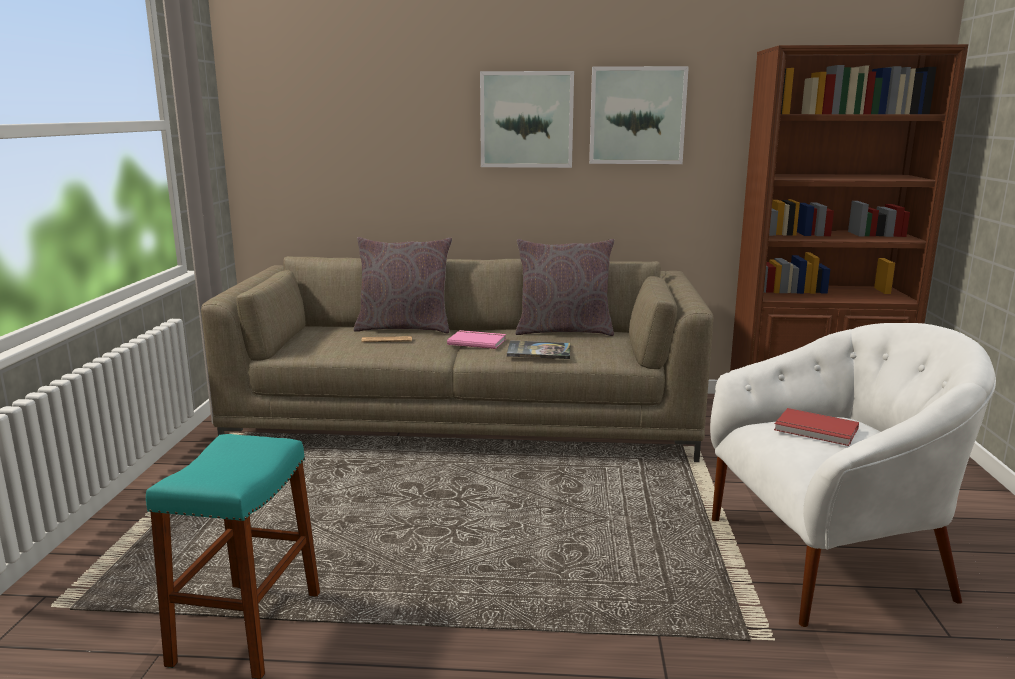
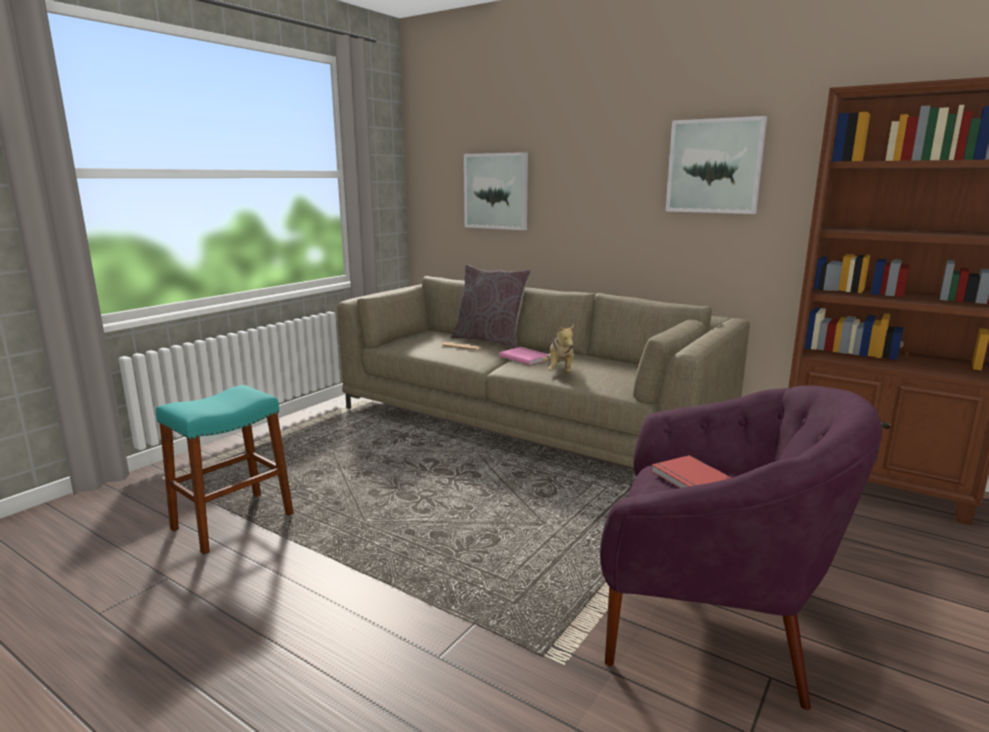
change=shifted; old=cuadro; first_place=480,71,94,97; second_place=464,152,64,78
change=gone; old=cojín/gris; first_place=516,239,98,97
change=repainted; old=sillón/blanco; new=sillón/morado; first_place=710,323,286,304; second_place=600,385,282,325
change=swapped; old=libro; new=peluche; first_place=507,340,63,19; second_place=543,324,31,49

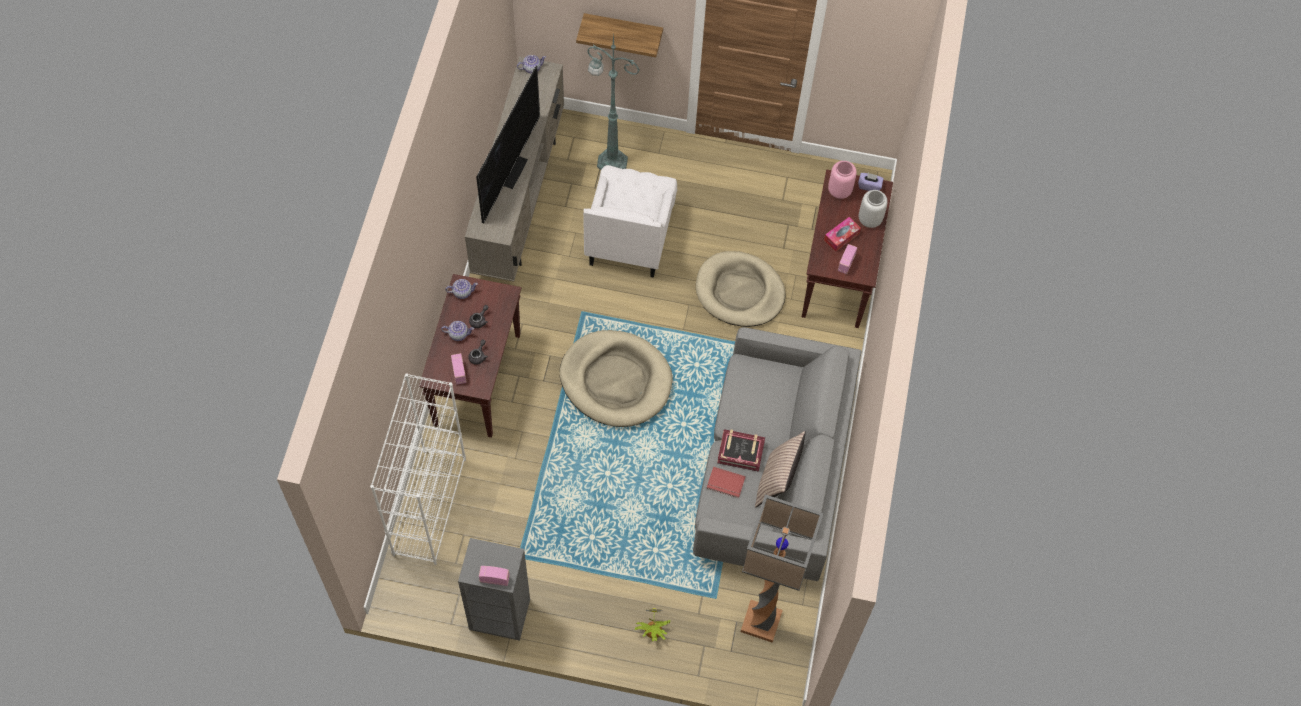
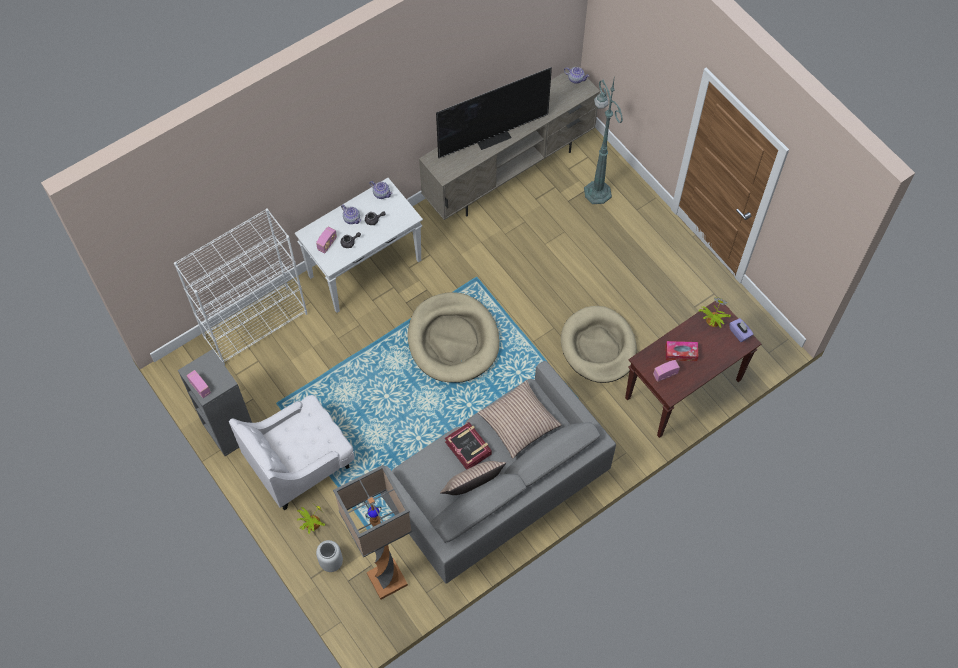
change=gone; old=estante; first_place=576,13,87,44
change=swapped; old=florero/rosa; new=planta en maceta; first_place=828,161,29,38; second_place=699,297,32,31
change=shifted; old=sillón/blanco; first_place=583,165,94,113; second_place=229,395,126,116
change=shifted; old=florero/gris; first_place=859,190,29,38; second_place=316,540,27,32
change=repainted; old=mesa consola/marrón; new=mesa consola/blanco; first_place=419,274,102,164; second_place=295,178,128,135
change=gone; old=libro/rojo; first_place=706,467,40,31
change=new; new=cojín; second_place=477,380,85,79

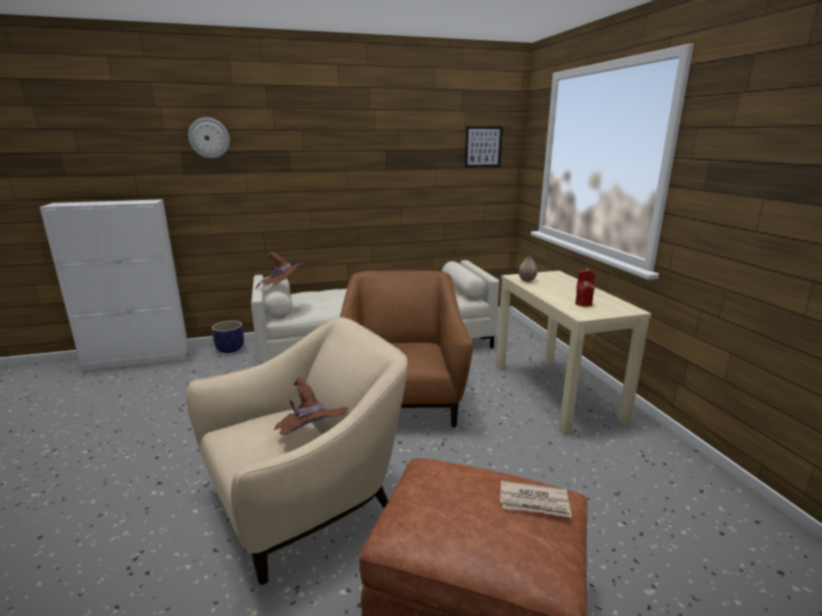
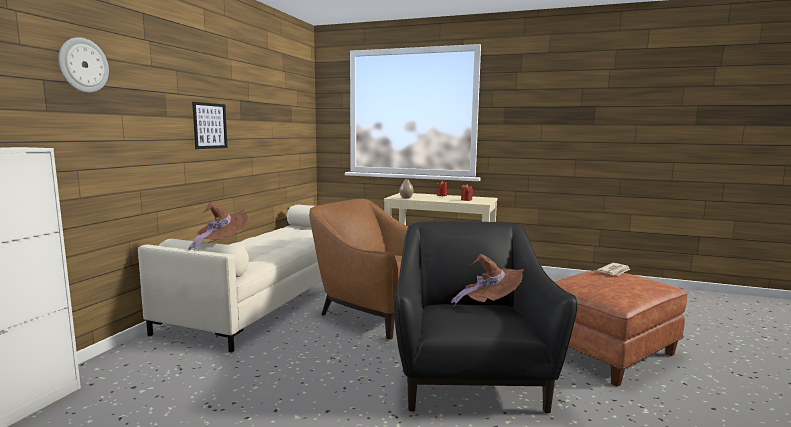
change=shifted; old=cuadro; first_place=465,126,38,42; second_place=192,102,36,47
change=repainted; old=sillón/beis; new=sillón/negro; first_place=186,317,222,268; second_place=394,221,184,192
change=gone; old=maceta; first_place=212,320,32,33

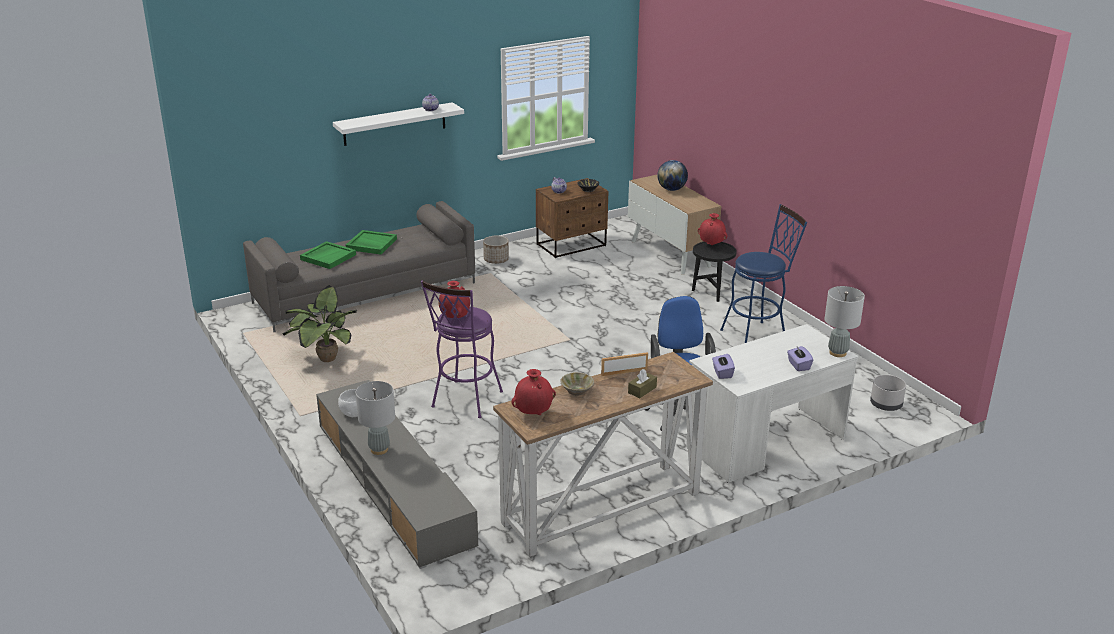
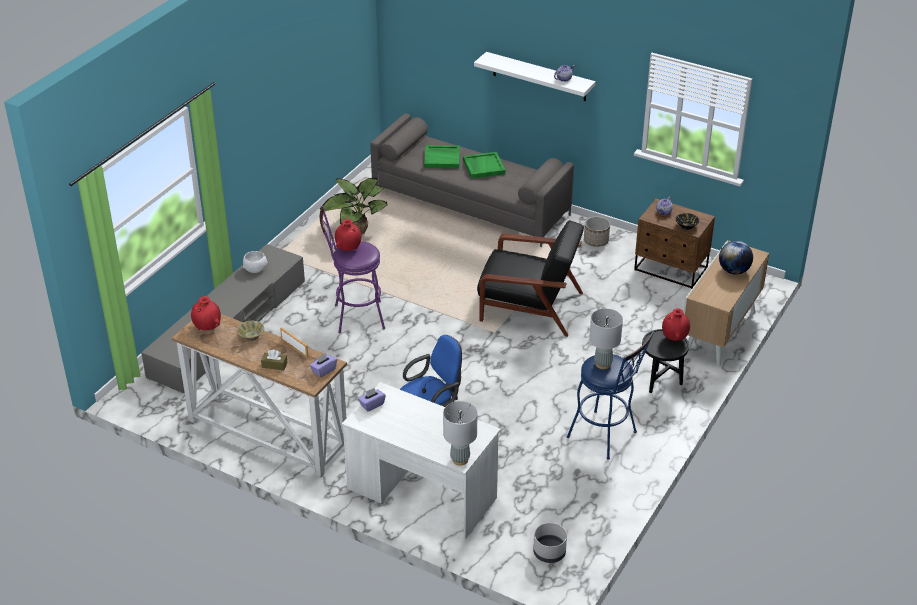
change=shifted; old=caja de pañuelos/morado; first_place=787,346,26,25; second_place=310,353,27,24
change=shifted; old=lámpara de mesa/gris; first_place=356,381,39,74; second_place=589,309,34,60
change=new; new=sillón/negro; second_place=477,220,107,117

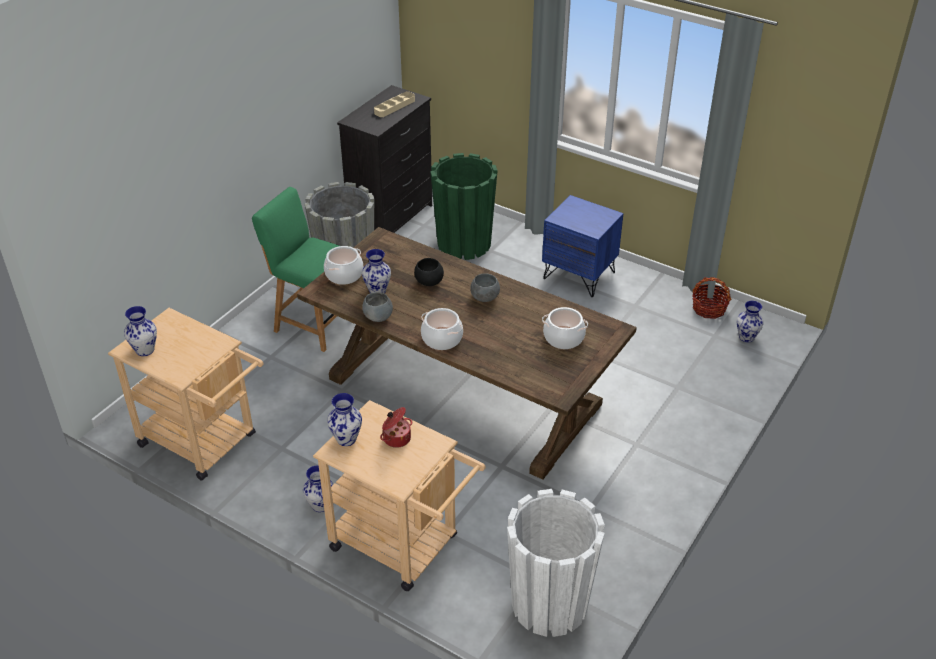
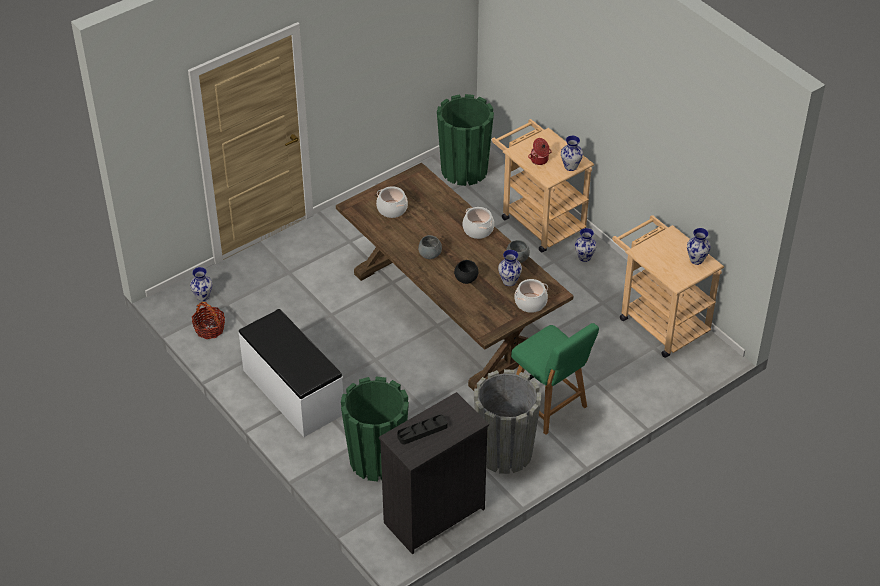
change=repainted; old=bandeja/beis; new=bandeja/negro; first_place=374,91,41,26; second_place=397,415,51,29
change=swapped; old=mesita de noche/azul; new=banco/blanco; first_place=542,195,82,102; second_place=239,309,104,128
change=repainted; old=maceta/blanco; new=maceta/verde; first_place=507,489,98,148; second_place=437,94,57,92

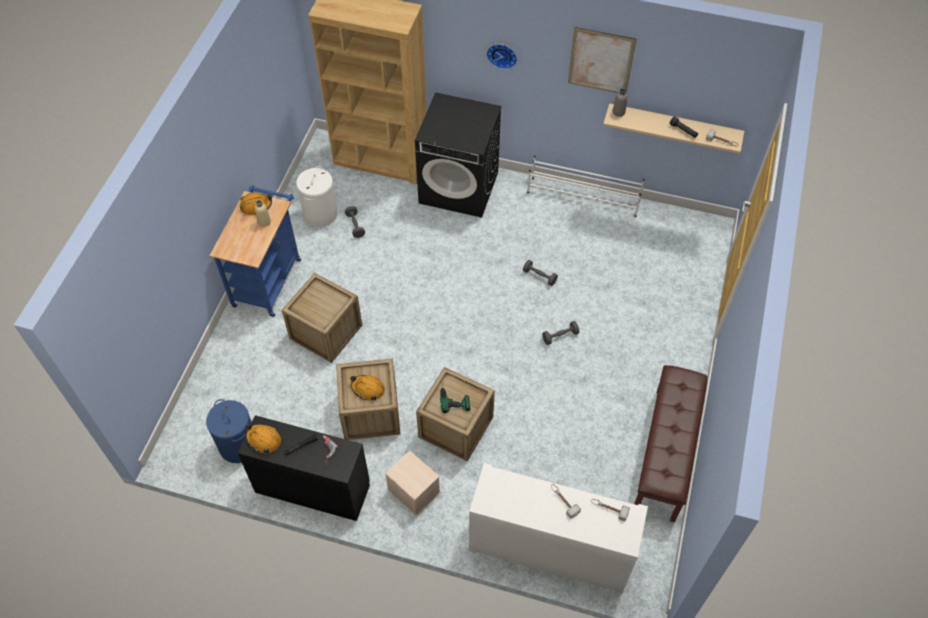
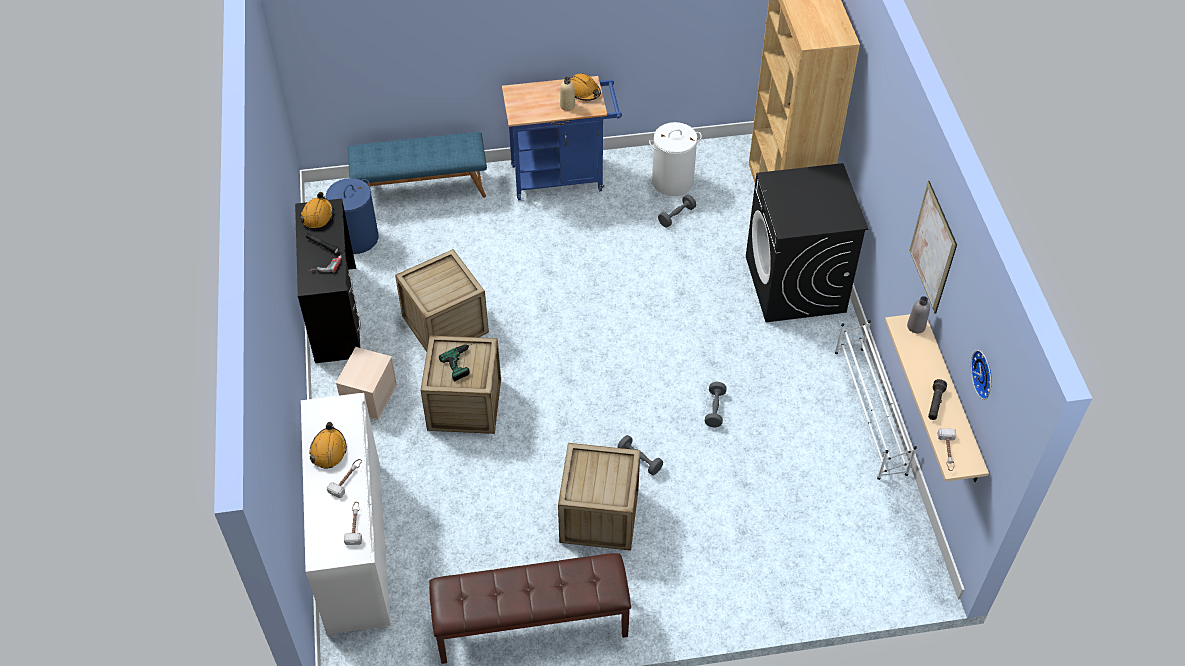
change=shifted; old=reloj de pared; first_place=486,44,31,25; second_place=971,350,21,50
change=shifted; old=caja de embalaje; first_place=282,273,80,90; second_place=558,443,82,108
change=shifted; old=casco/naranja; first_place=350,375,35,25; second_place=309,422,38,47
change=new; new=banco/azul; second_place=348,132,139,65

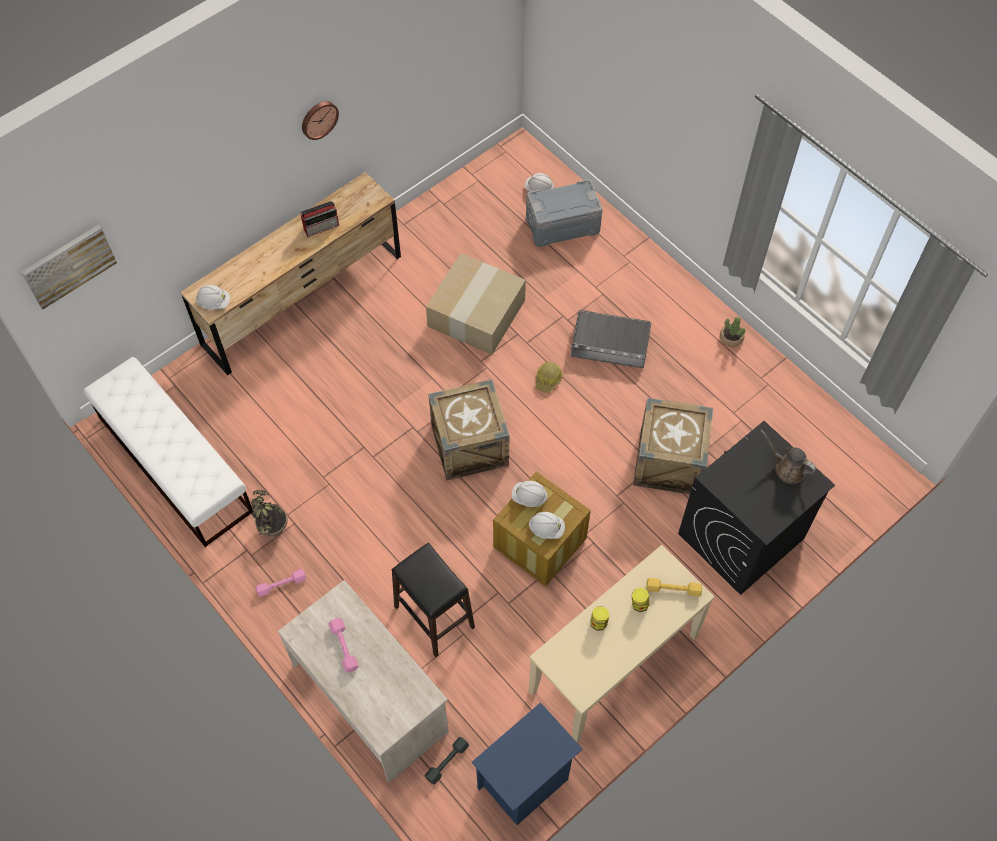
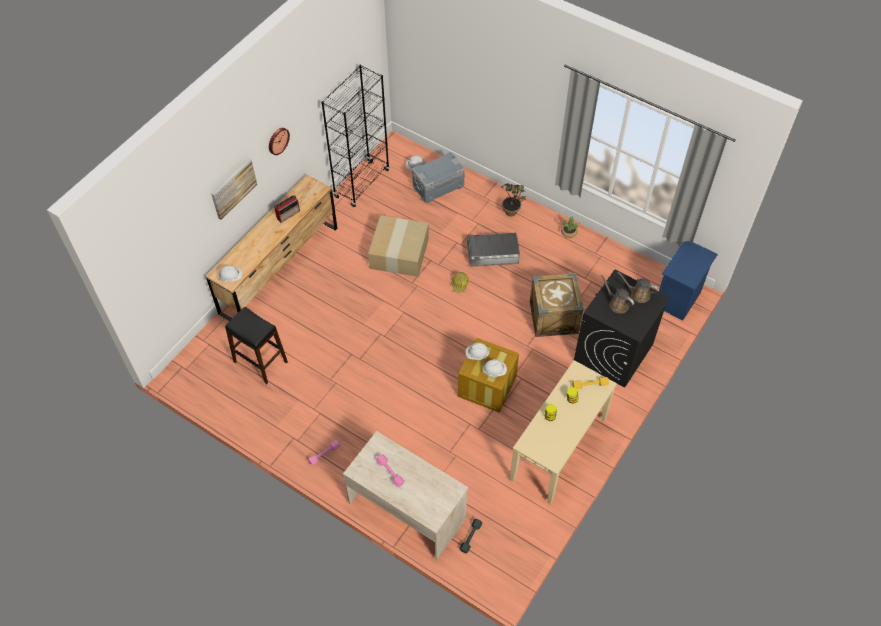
change=shifted; old=cuadro; first_place=21,224,96,85; second_place=211,158,46,62
change=gone; old=banco/blanco; first_place=84,357,169,190
change=gone; old=caja de embalaje; first_place=428,379,81,101
change=shifted; old=planta en maceta; first_place=251,490,37,47; second_place=501,184,25,33
change=shifted; old=taburete/negro; first_place=392,543,83,114; second_place=225,307,63,77
change=shifted; old=mesita de noche/azul; first_place=471,702,112,123; second_place=659,241,59,79
change=new; new=estantería/negro; second_place=321,64,69,143
change=new; new=regadera/marrón; second_place=601,275,33,38

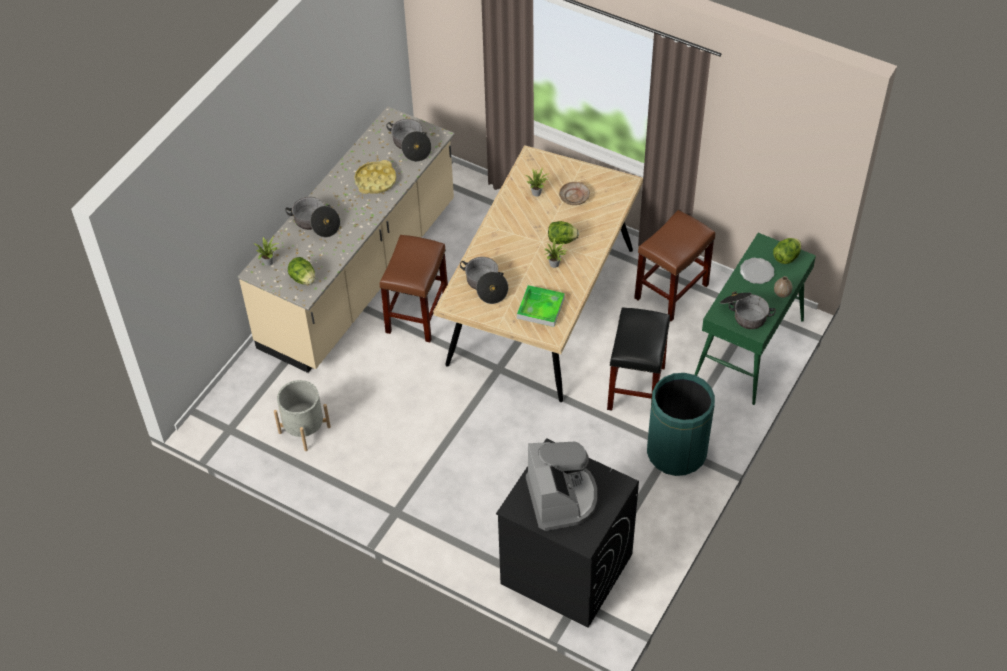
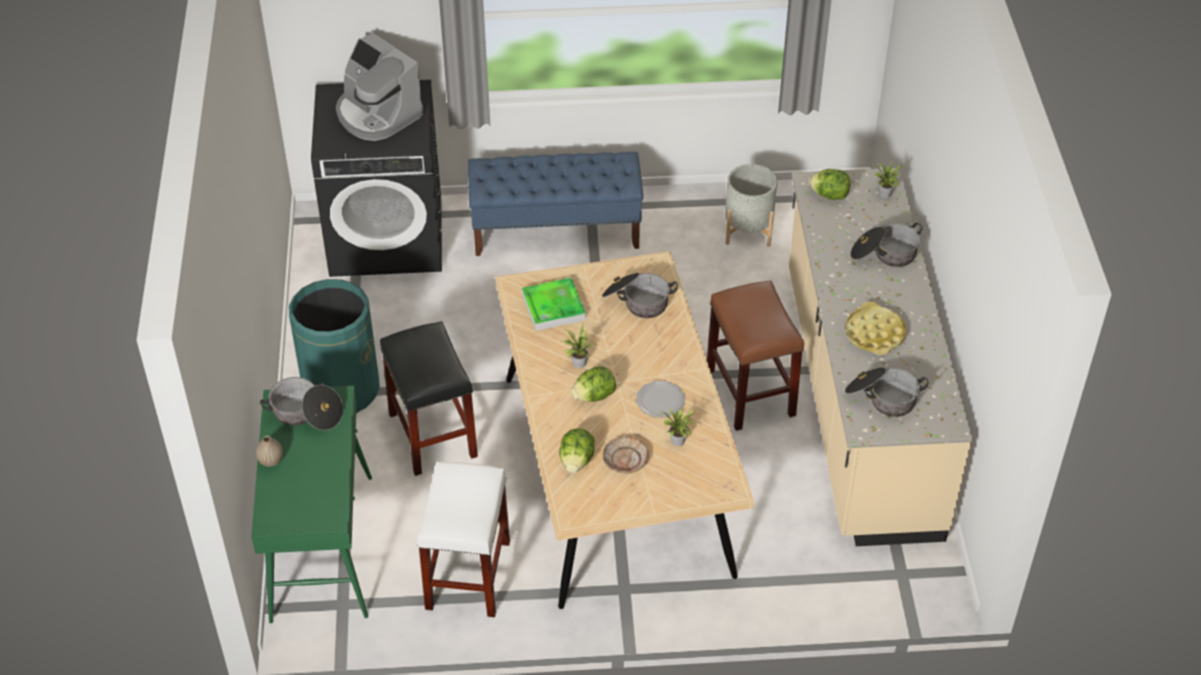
change=repainted; old=taburete/marrón; new=taburete/blanco; first_place=634,210,81,111; second_place=417,462,93,155
change=shifted; old=lechuga; first_place=773,238,28,26; second_place=559,428,36,44
change=shifted; old=plato; first_place=740,258,34,26; second_place=636,381,49,37
change=new; new=banco/azul; second_place=468,152,175,104

